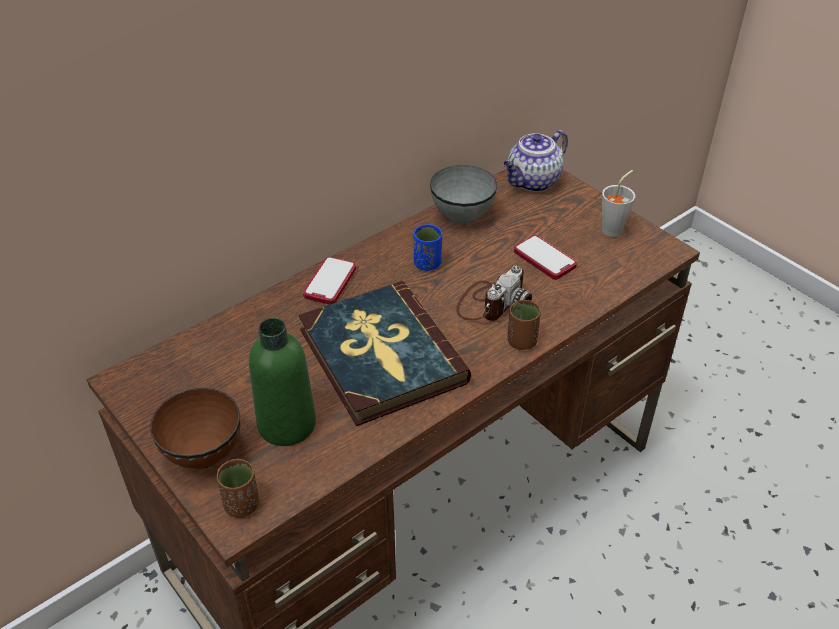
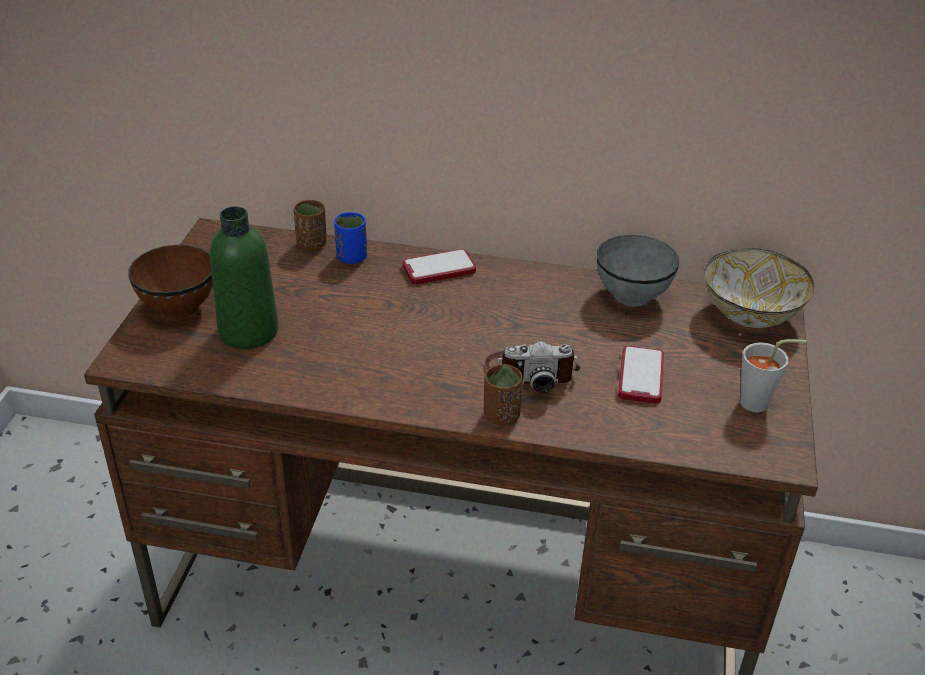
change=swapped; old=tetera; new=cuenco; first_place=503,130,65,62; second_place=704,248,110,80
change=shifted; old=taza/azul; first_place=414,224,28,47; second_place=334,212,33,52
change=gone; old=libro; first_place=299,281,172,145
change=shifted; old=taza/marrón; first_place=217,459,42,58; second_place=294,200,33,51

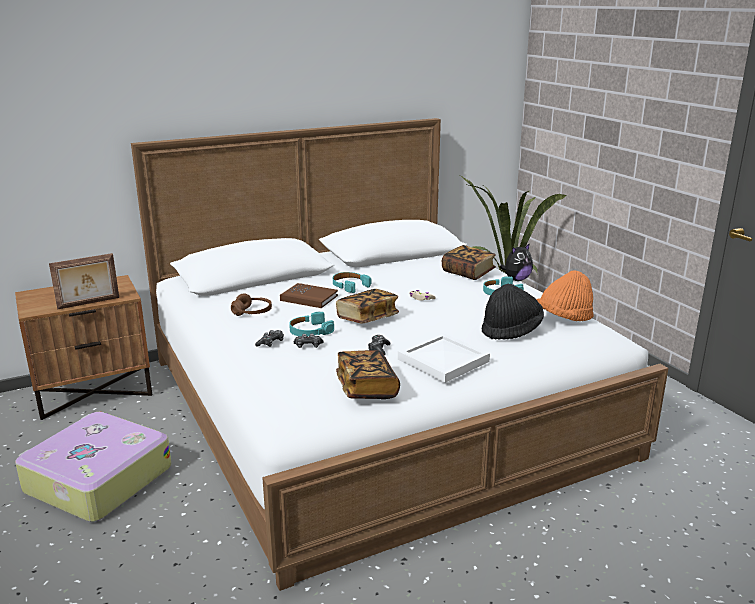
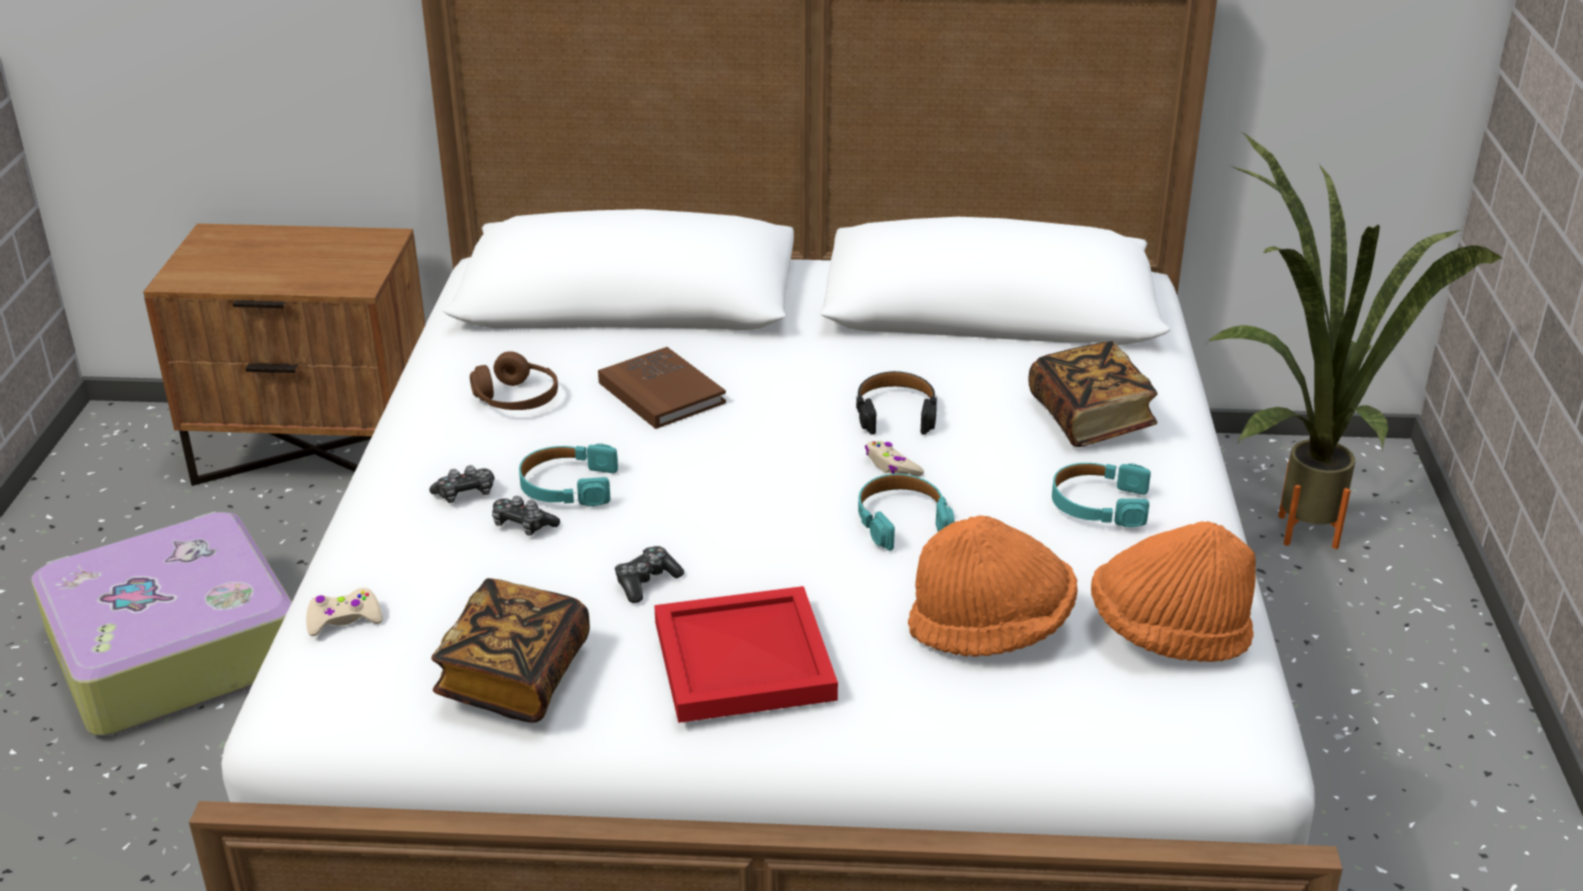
change=gone; old=peluche; first_place=500,243,33,38
change=gone; old=portarretratos; first_place=49,253,70,57
change=shifted; old=auriculares/turquesa; first_place=333,272,39,21; second_place=858,474,97,77
change=repainted; old=sombrero/negro; new=sombrero/naranja; first_place=482,283,62,57; second_place=908,515,170,142
change=gone; old=libro; first_place=336,289,63,35
change=repainted; old=bandeja/blanco; new=bandeja/rojo; first_place=398,333,92,50; second_place=654,586,184,137
change=new; new=auriculares/negro; second_place=856,371,81,64
change=new; new=mando de consola/beis; second_place=306,588,77,48

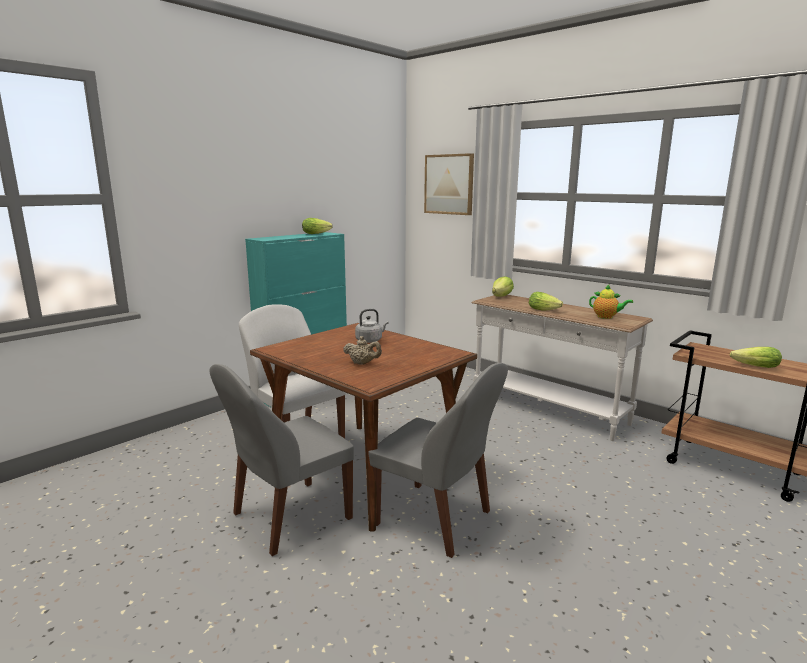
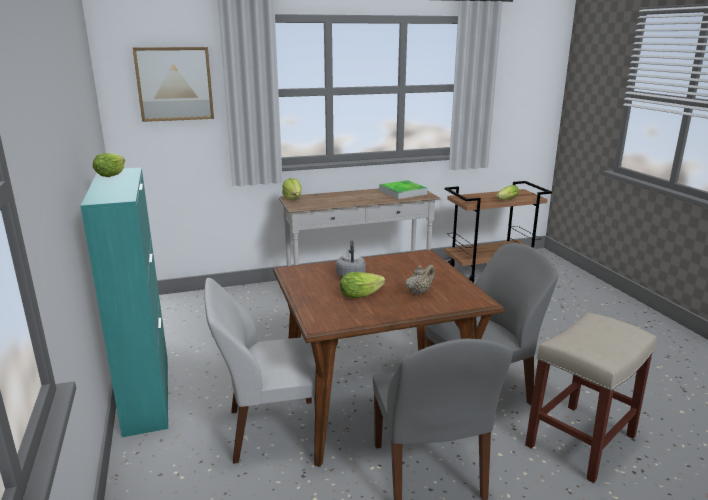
change=swapped; old=tetera; new=bandeja; first_place=589,285,44,34; second_place=379,180,48,19
change=shifted; old=lechuga; first_place=529,292,34,18; second_place=340,272,45,26
change=new; new=taburete/beis; second_place=525,312,131,171

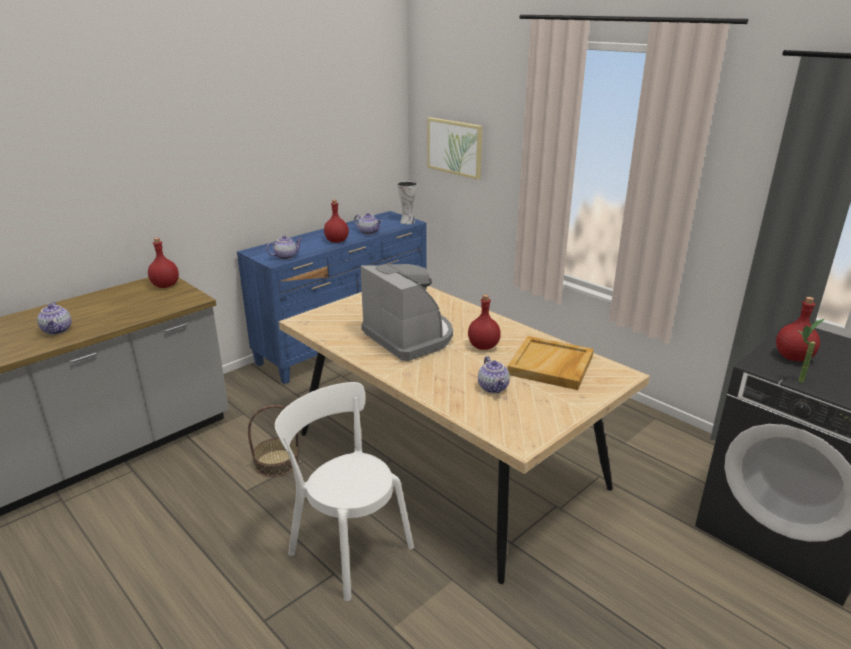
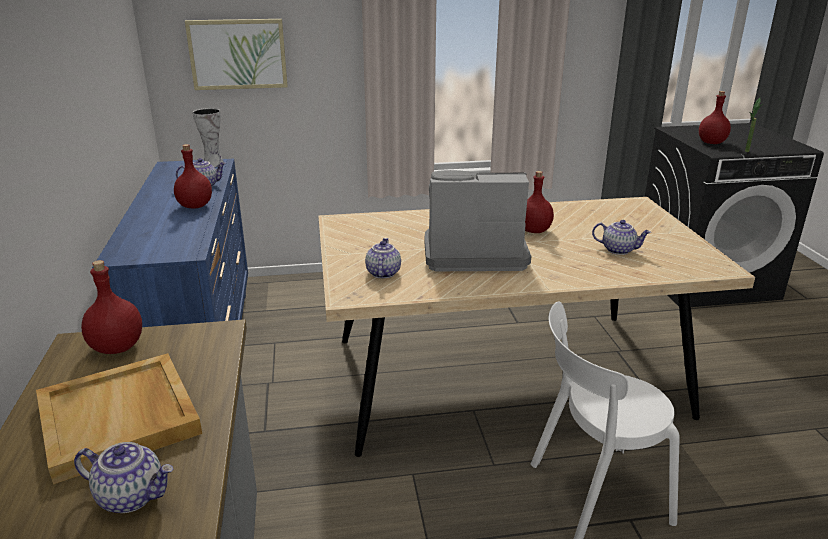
change=shifted; old=tetera; first_place=266,236,37,24; second_place=365,238,36,41
change=shifted; old=bandeja/beis; first_place=507,336,87,54; second_place=36,353,166,131
change=gone; old=cesta; first_place=248,405,51,72

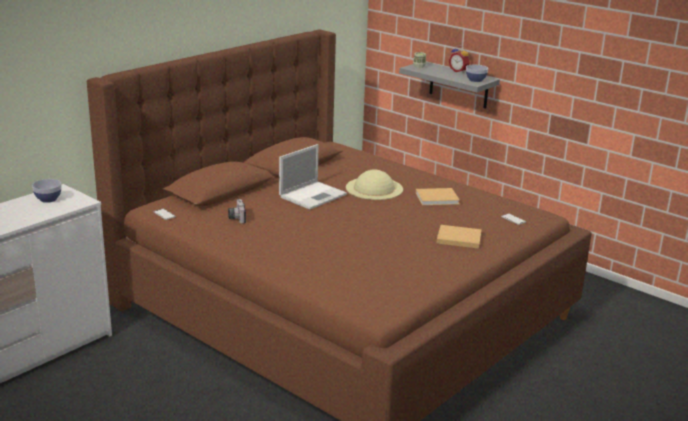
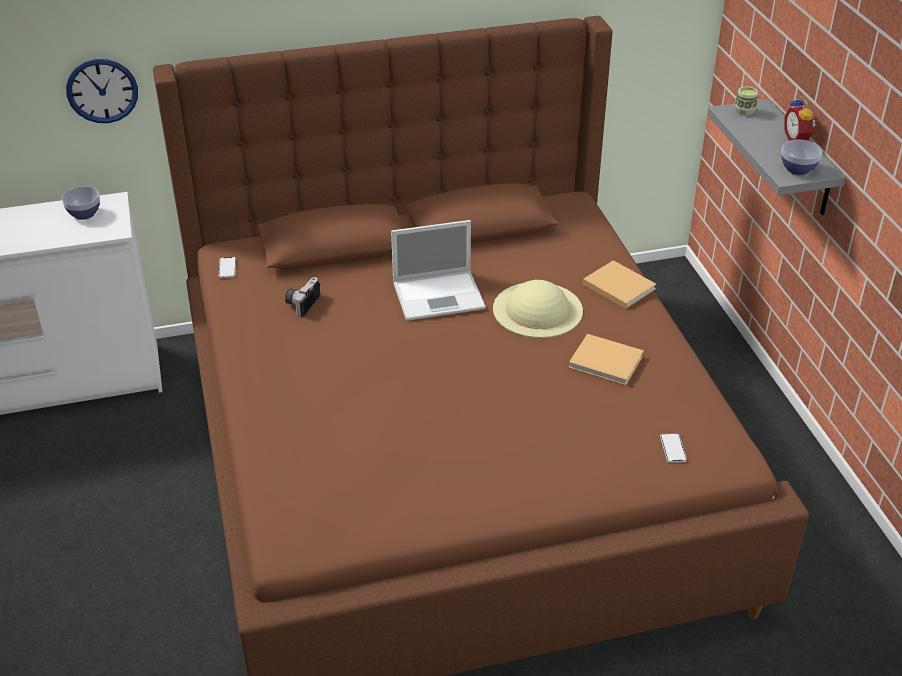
change=shifted; old=libro/beis; first_place=437,225,45,24; second_place=583,260,73,49
change=new; new=reloj de pared; second_place=66,59,72,64

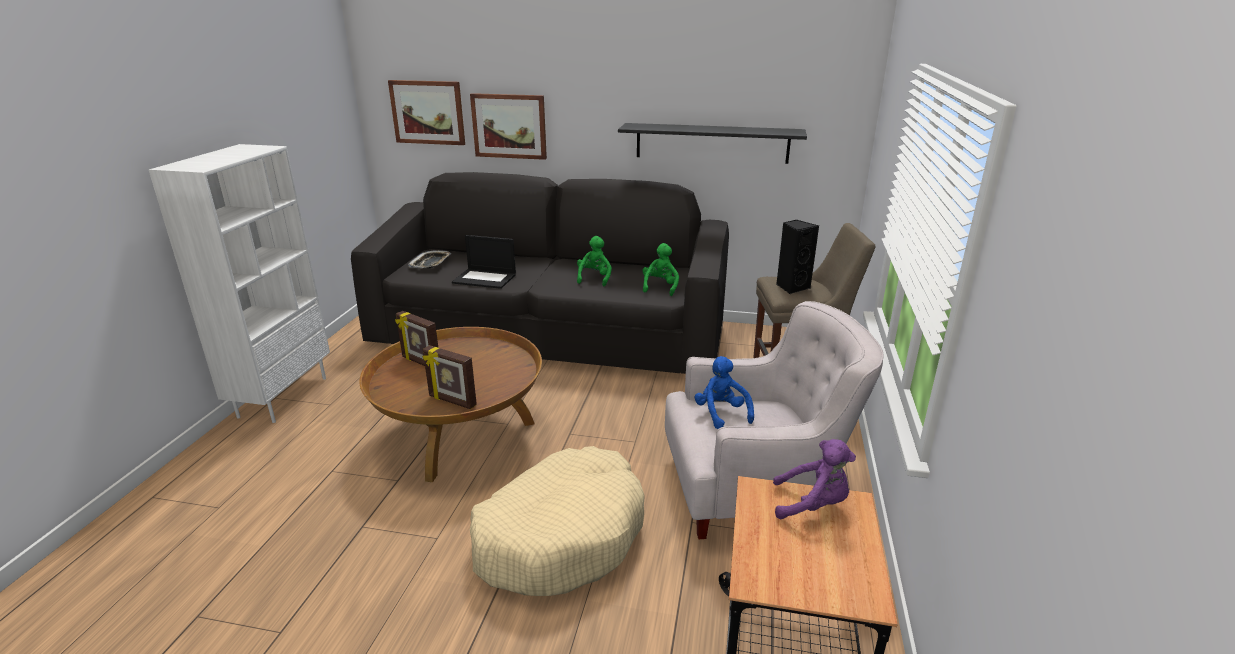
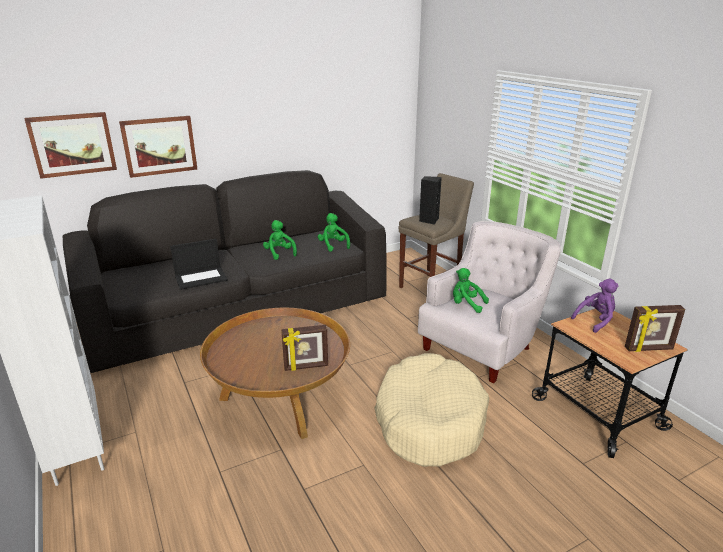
change=gone; old=estante/negro; first_place=618,123,189,41
change=gone; old=bandeja; first_place=408,250,43,18
change=shifted; old=portarretratos; first_place=395,311,43,55; second_place=625,305,60,47
change=repainted; old=peluche/azul; new=peluche/verde; first_place=694,356,60,73; second_place=453,268,36,45

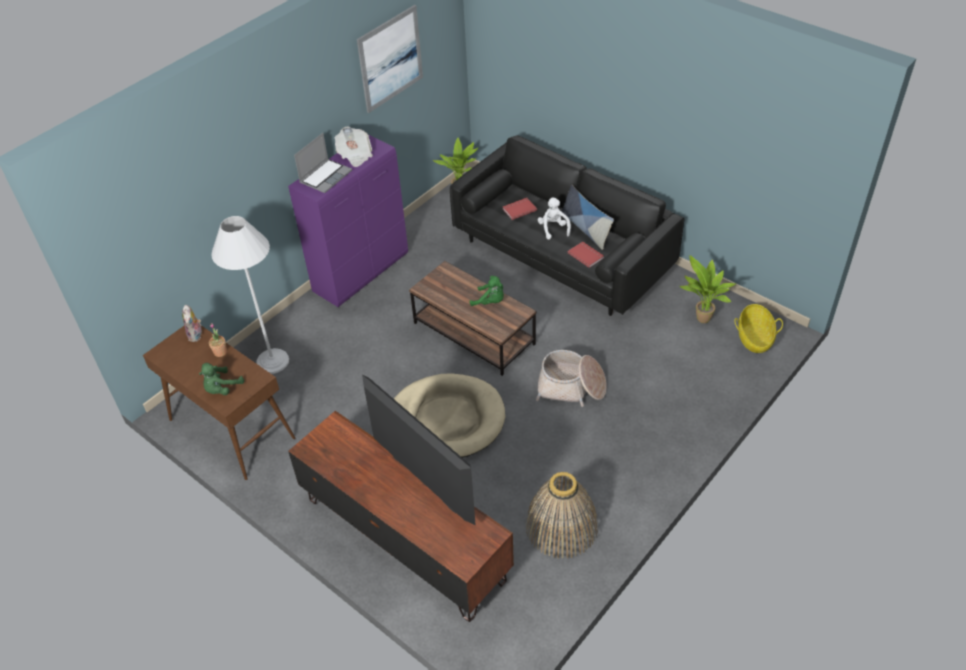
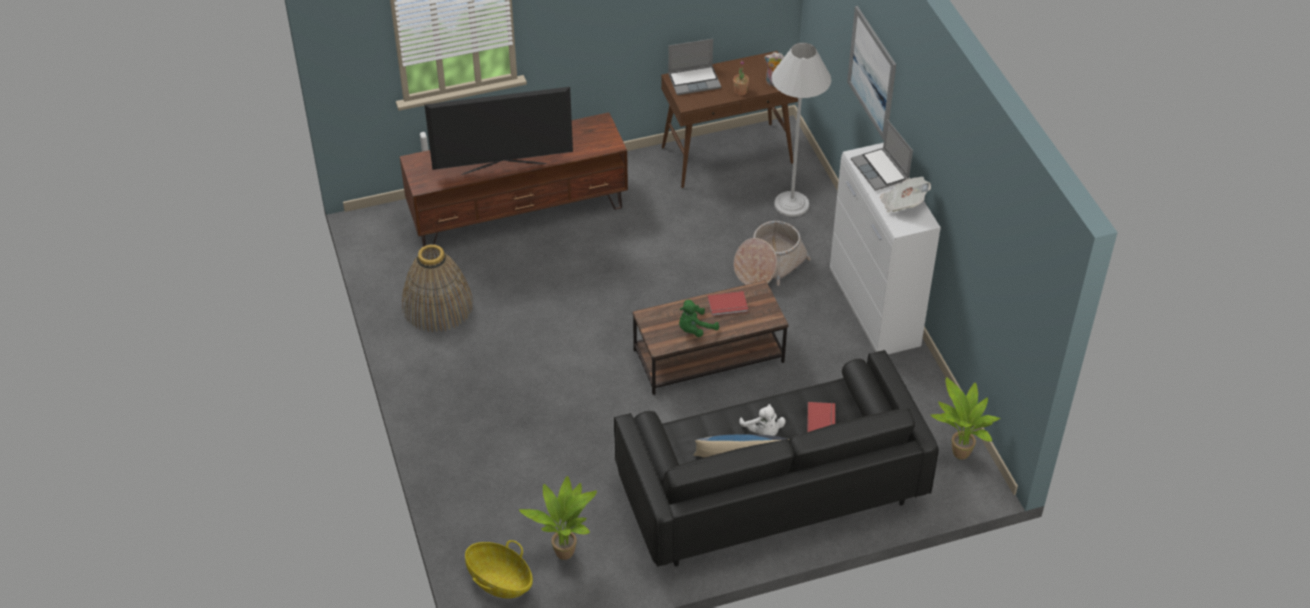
change=shifted; old=cuadro; first_place=357,5,66,108; second_place=847,6,49,134
change=repainted; old=armario/morado; new=armario/blanco; first_place=288,134,120,173; second_place=830,143,111,211
change=rotated; old=peluche/blanco; first_place=538,198,33,42; second_place=739,404,47,32; degrees=45
change=shifted; old=libro/rojo; first_place=568,241,36,27; second_place=708,291,40,25
change=shifted; old=cesta; first_place=536,350,71,57; second_place=734,221,77,65
change=swapped; old=peluche/verde; new=portátil; first_place=199,363,45,32; second_place=668,39,53,56
change=gone; old=cama para perro/beis; first_place=394,373,112,85

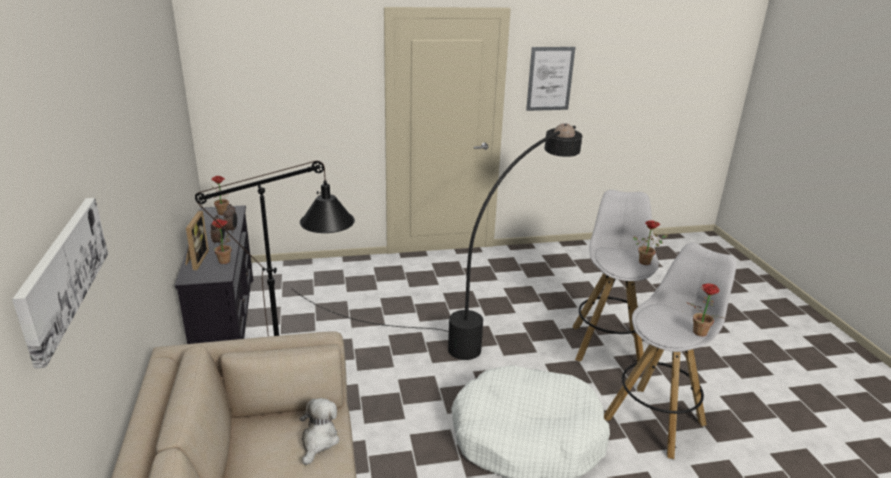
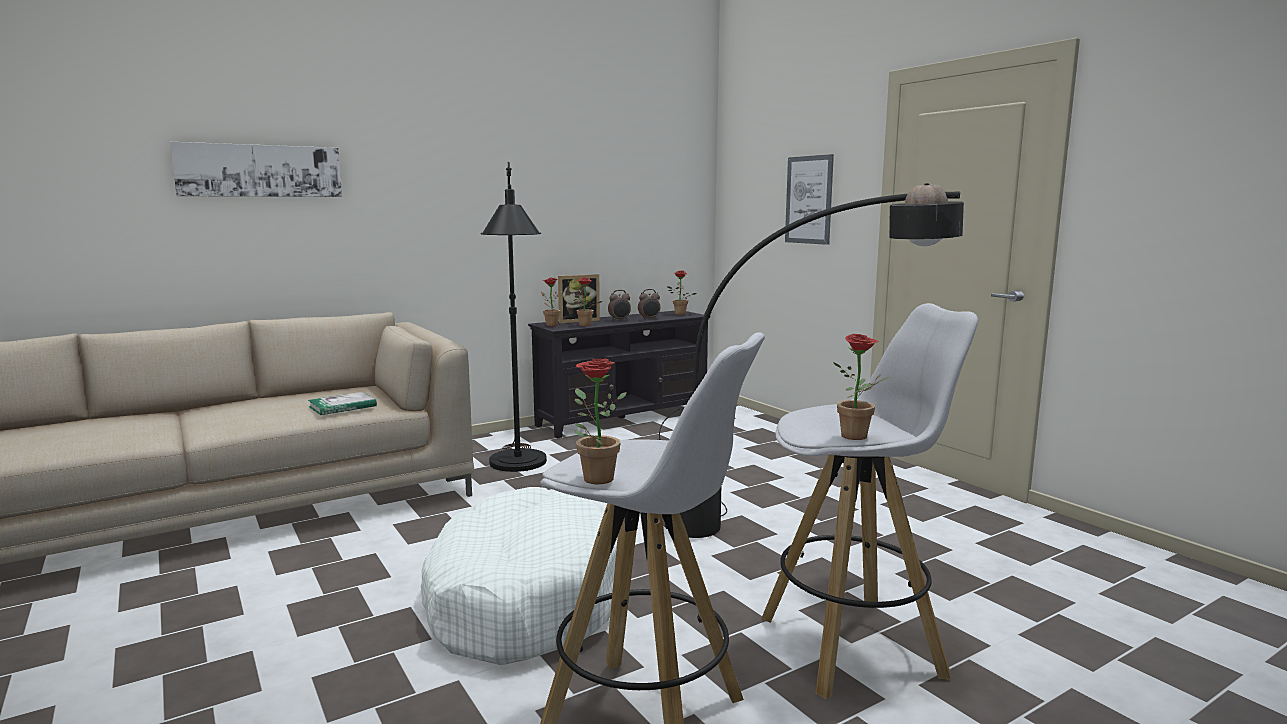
change=shifted; old=cuadro; first_place=526,47,49,64; second_place=785,154,49,91
change=swapped; old=peluche; new=libro; first_place=300,398,39,67; second_place=308,392,69,23
change=new; new=planta en maceta; second_place=541,278,22,48

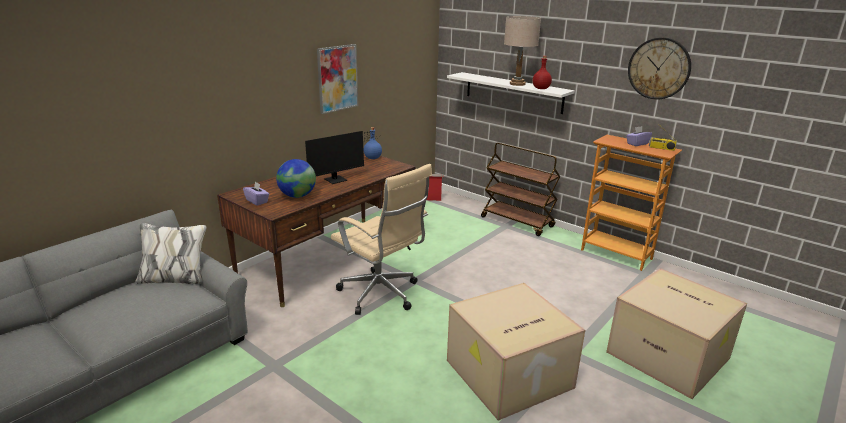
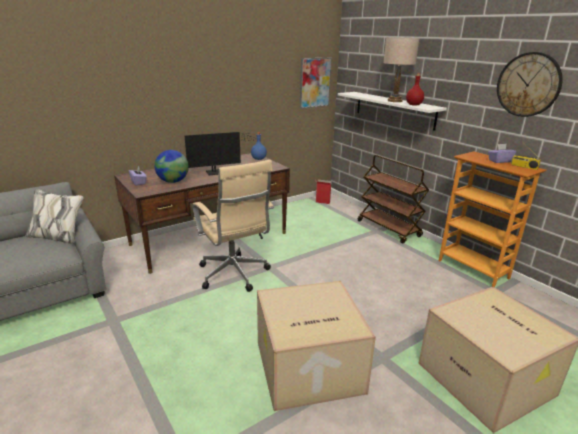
change=shifted; old=cuadro; first_place=317,44,41,70; second_place=300,58,32,51

